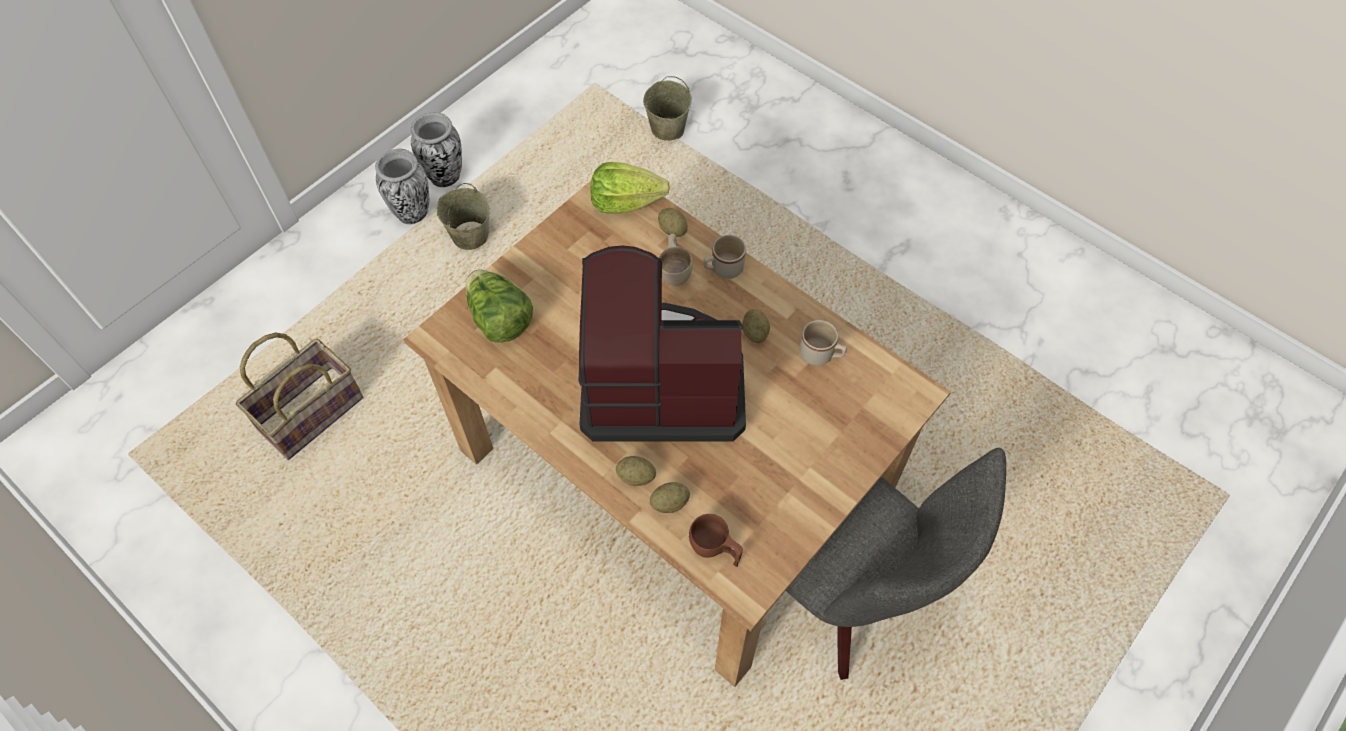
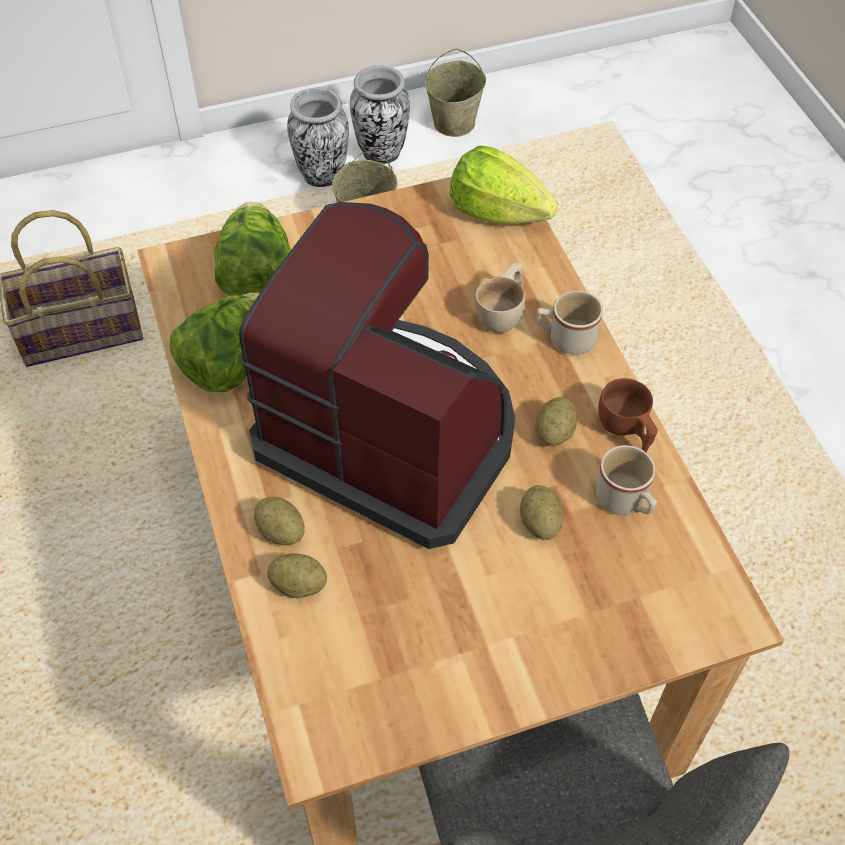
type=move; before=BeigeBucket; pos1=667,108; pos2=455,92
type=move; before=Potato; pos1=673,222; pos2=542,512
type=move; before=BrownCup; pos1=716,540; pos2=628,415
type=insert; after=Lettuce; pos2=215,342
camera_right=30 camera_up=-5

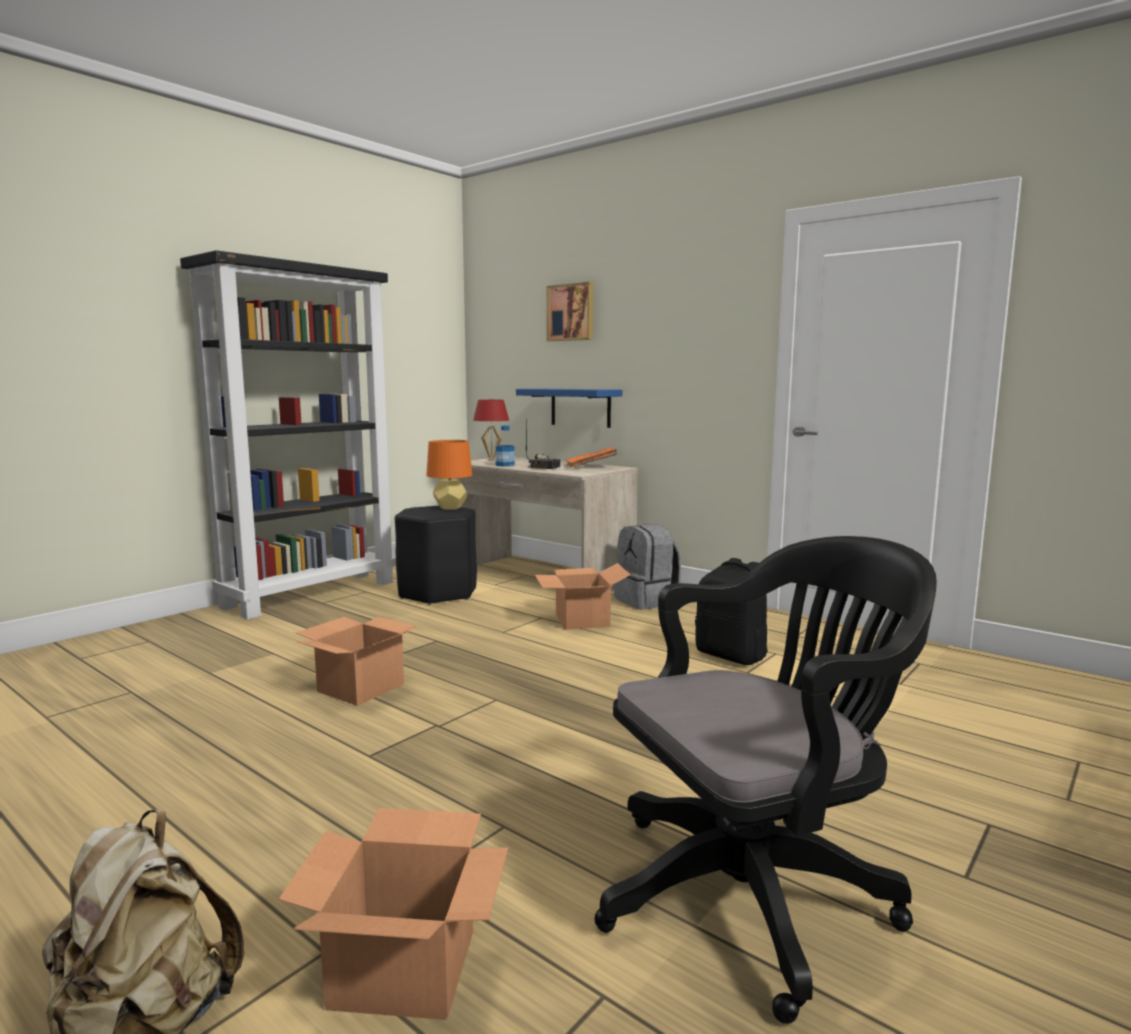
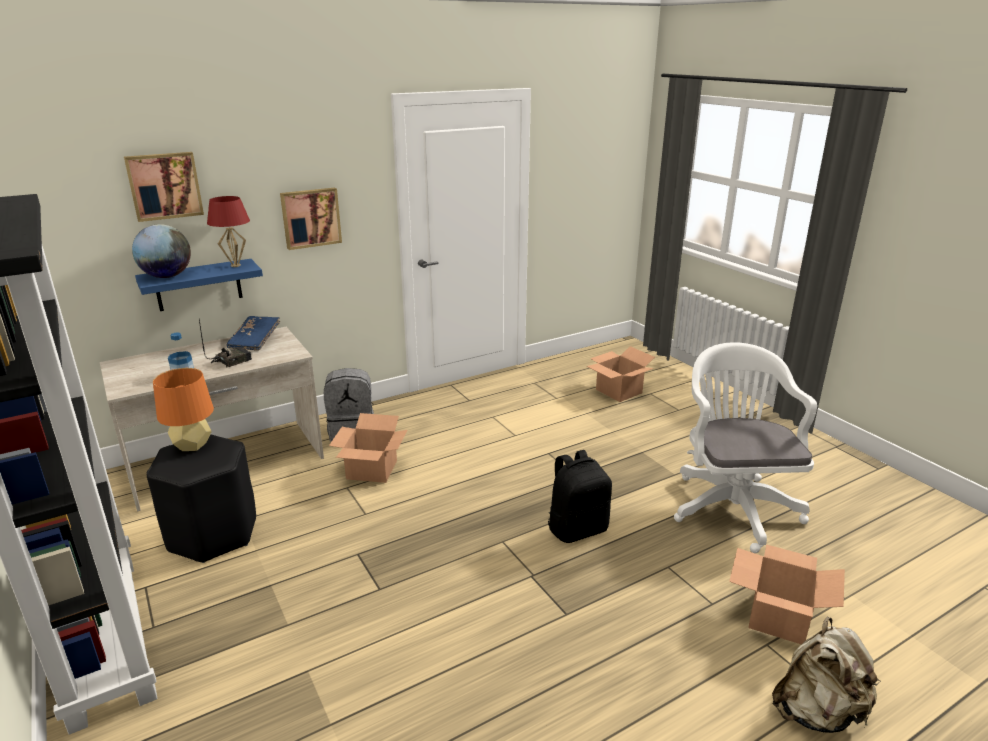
type=move; before=RedTableLamp; pos1=491,430; pos2=228,231
type=recolor; before=OrangeBook; after=BlueBook; pos1=592,457; pos2=253,333
type=recolor; before=BlackOfficeChair; after=WhiteOfficeChair; pos1=766,780; pos2=745,447
type=move; before=BlackBackpack; pos1=731,611; pos2=580,496
type=move; before=CardboardBox; pos1=357,661; pos2=621,374
type=insert; after=Picture; pos2=311,218
type=insert; after=Globe; pos2=161,251
camera_right=-70 camera_up=15

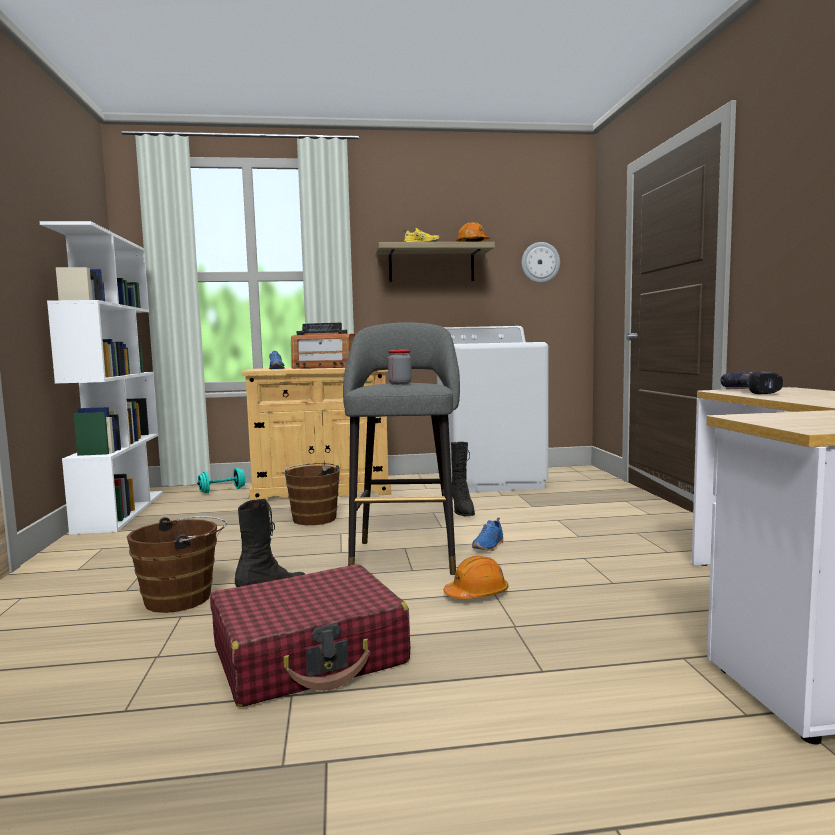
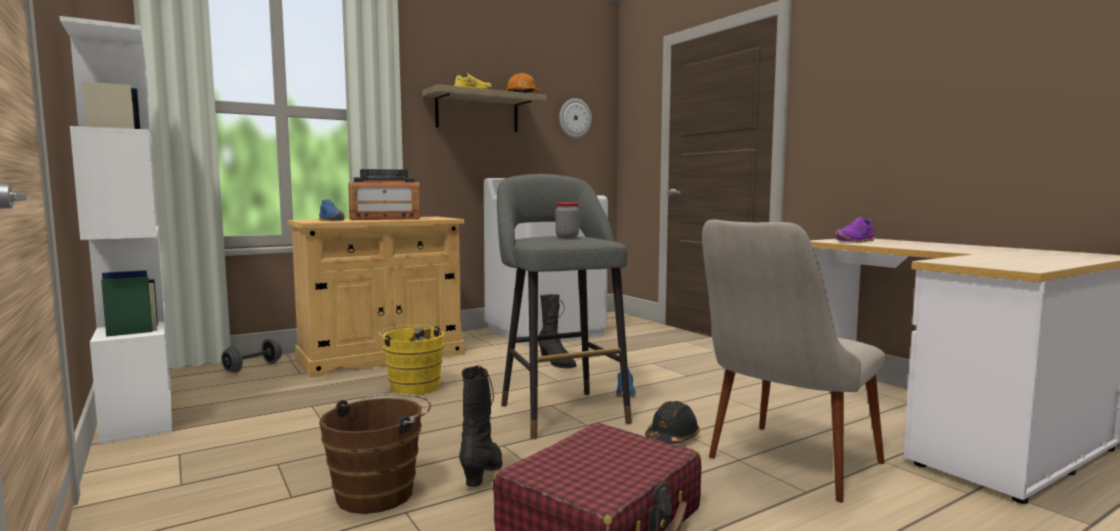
type=replace; before=PowerDrill; after=PurpleShoe; pos1=752,382; pos2=855,229
type=recolor; before=BrownBucket; after=YellowBucket; pos1=312,494; pos2=411,360
type=recolor; before=TurquoiseDumbbell; after=GreyDumbbell; pos1=221,481; pos2=251,356
type=recolor; before=OrangeHardHat; after=BlackHardHat; pos1=476,577; pos2=672,422
type=insert; after=BeigeChair; pos2=794,361
camera_right=-25 camera_up=0

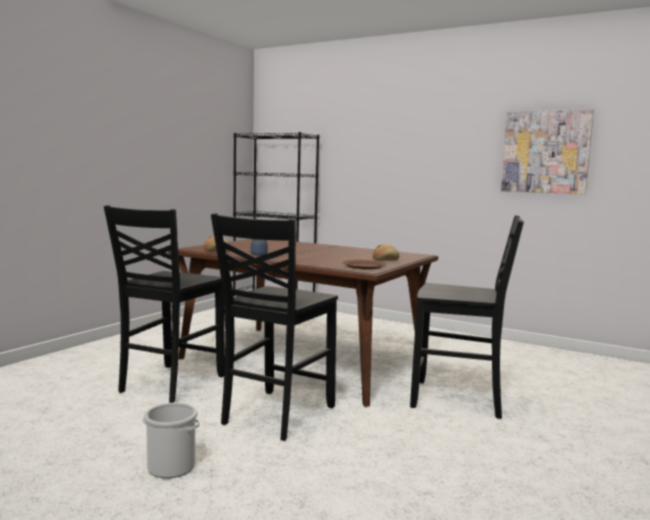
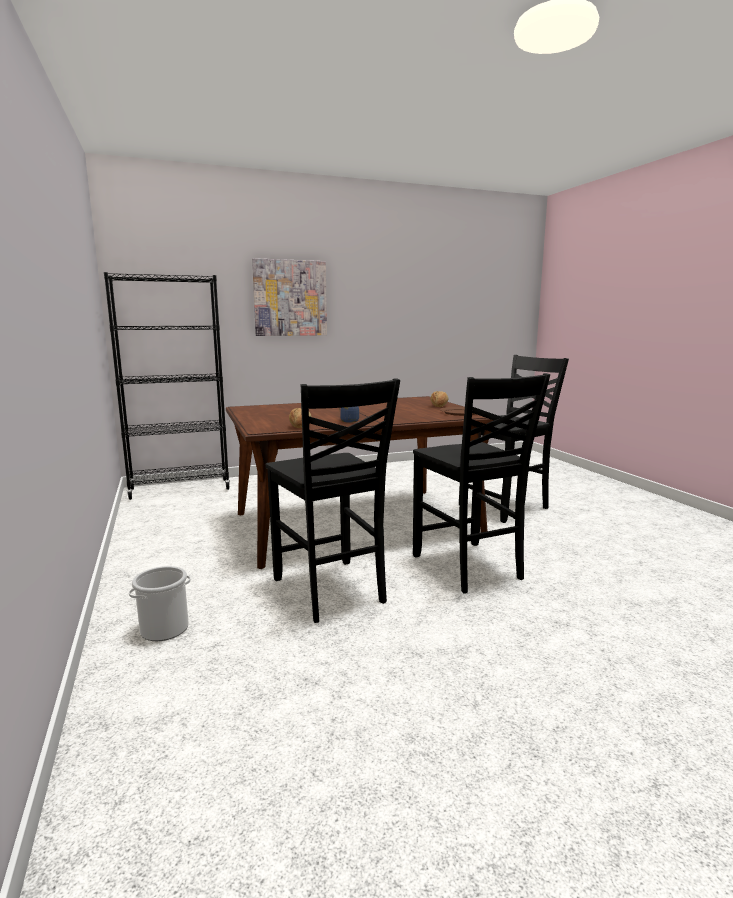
type=move; before=Picture; pos1=547,151; pos2=289,297
type=move; before=Bucket; pos1=171,440; pos2=160,603
camera_right=-50 camera_up=5

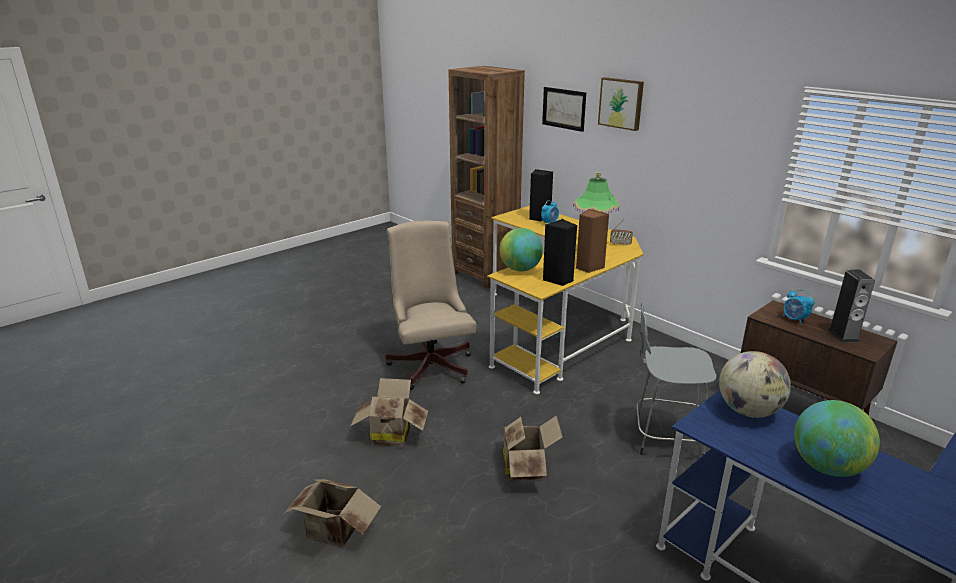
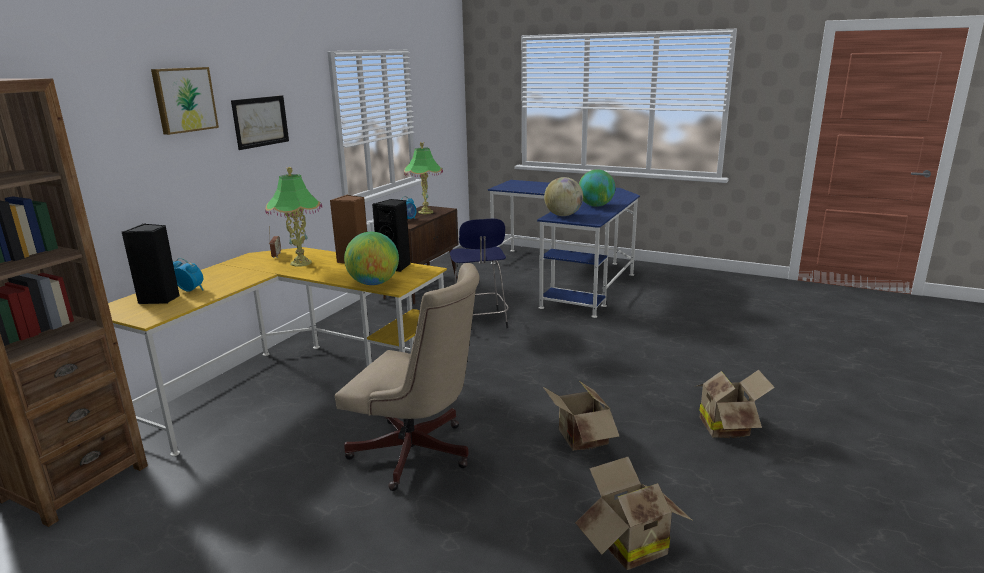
type=move; before=Picture; pos1=564,109; pos2=260,122
type=rotate; before=BeigeOfficeChair; pos1=431,305; pos2=407,377; turn=-120
type=replace; before=Speaker; after=TableLamp; pos1=851,306; pos2=423,178
type=recolor; before=GreyStool; after=BlueStool; pos1=676,379; pos2=479,273
type=move; before=CardboardBox; pos1=533,448; pos2=633,513
camera_right=-110 camera_up=-5

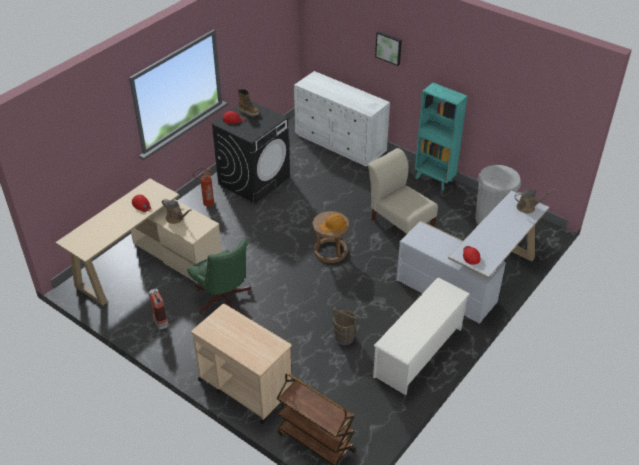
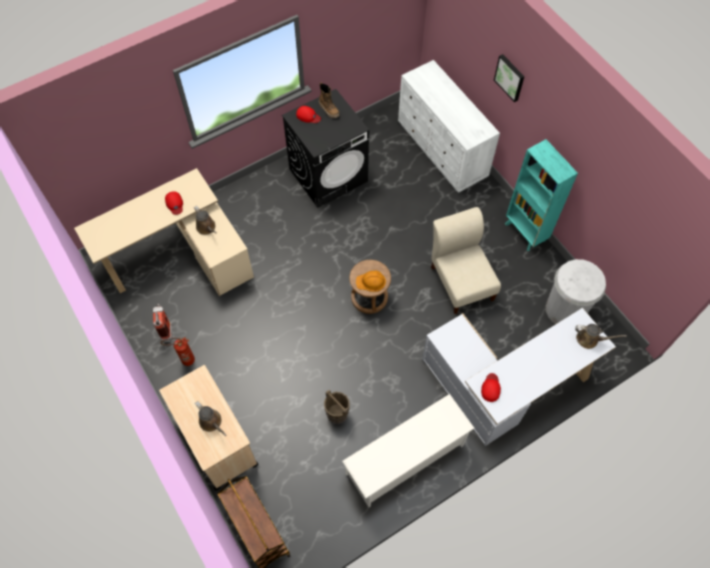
type=move; before=FireExtinguisher; pos1=203,187; pos2=178,351
type=delete; before=GreenOfficeChair; pos1=219,276
type=insert; after=BrownWateringCan; pos2=211,419
camera_right=20 camera_up=20

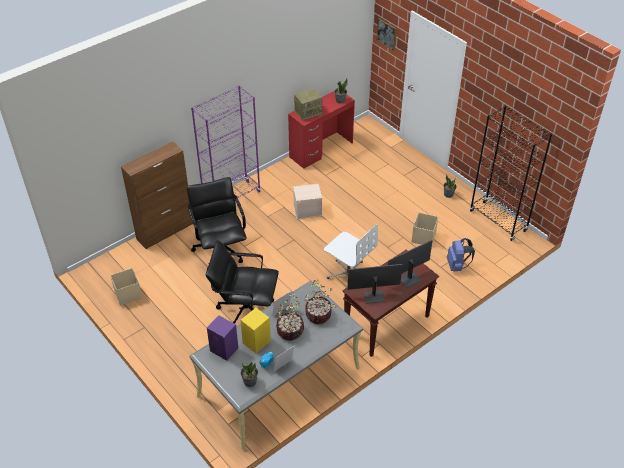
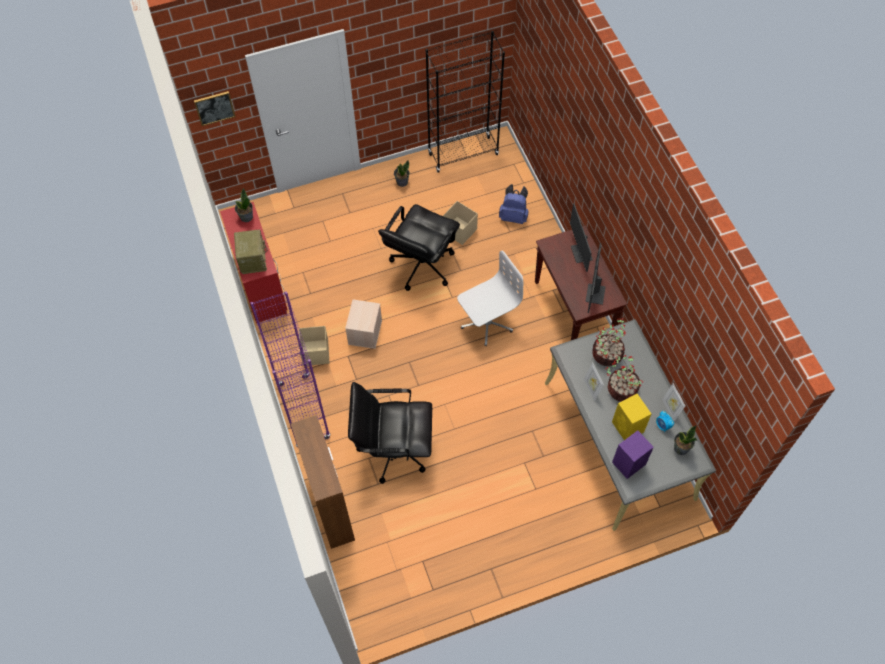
type=move; before=BlackOfficeChair; pos1=242,282; pos2=419,247
type=move; before=BeigeStorageBox; pos1=126,287; pos2=313,346
camera_right=-70 camera_up=15

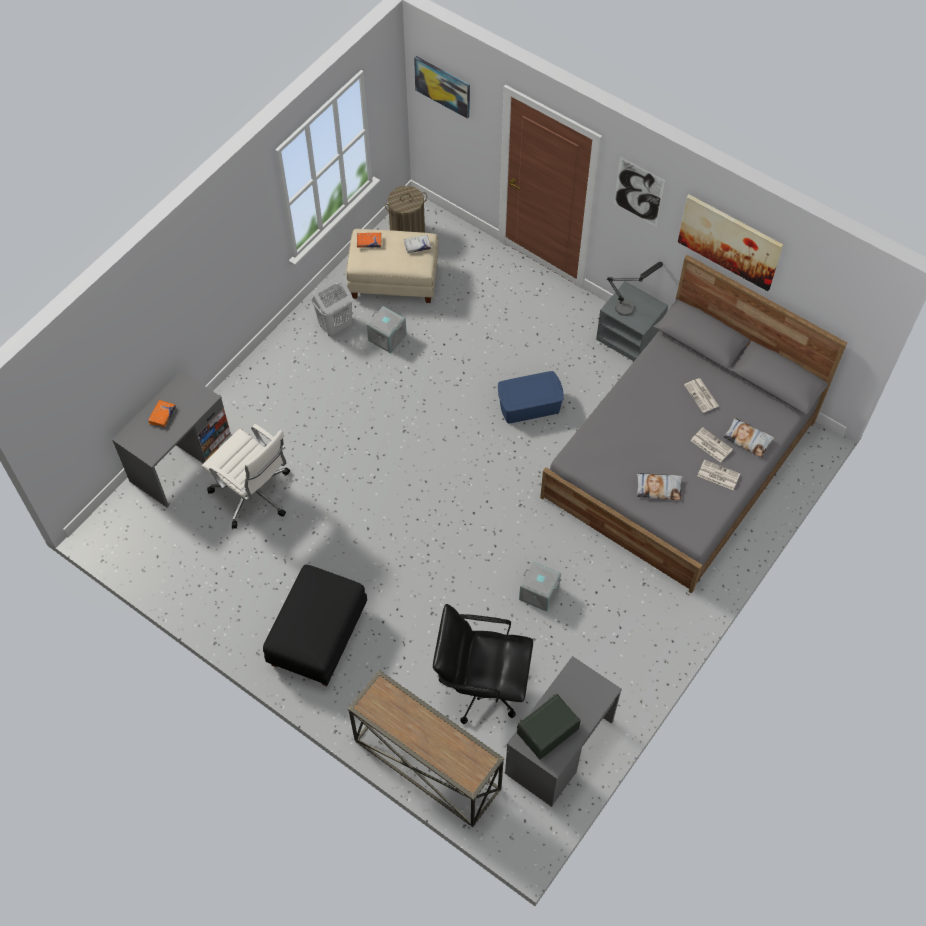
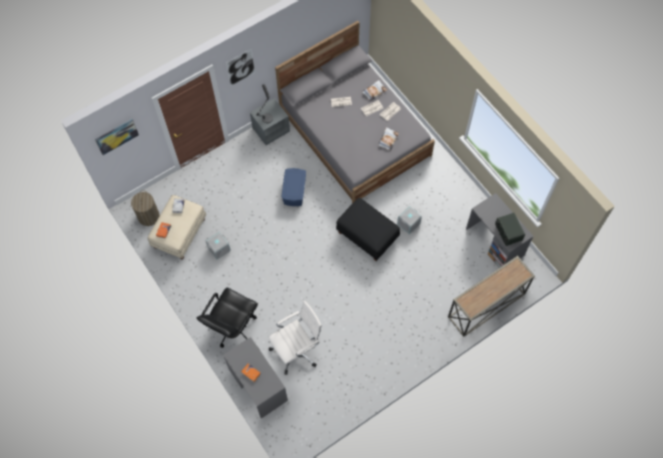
type=delete; before=Picture; pos1=730,242
type=delete; before=WhiteLaundryBasket; pos1=332,306
type=move; before=BlackOttoman; pos1=315,625; pos2=368,229
type=move; before=BlackOfficeChair; pos1=483,664; pos2=227,318
camera_right=-70 camera_up=5

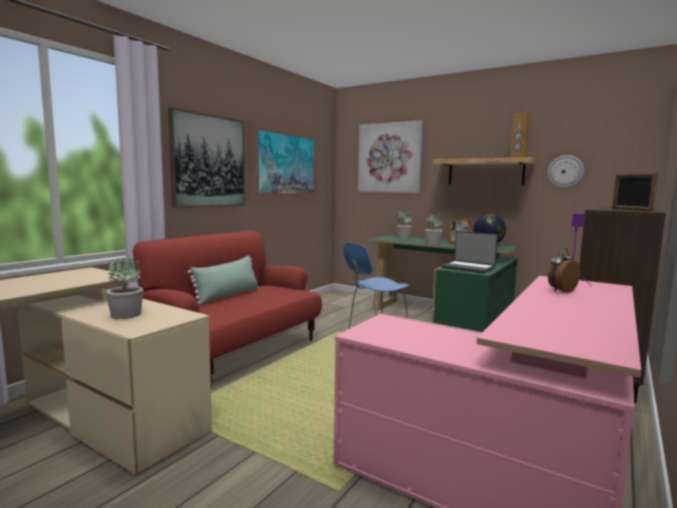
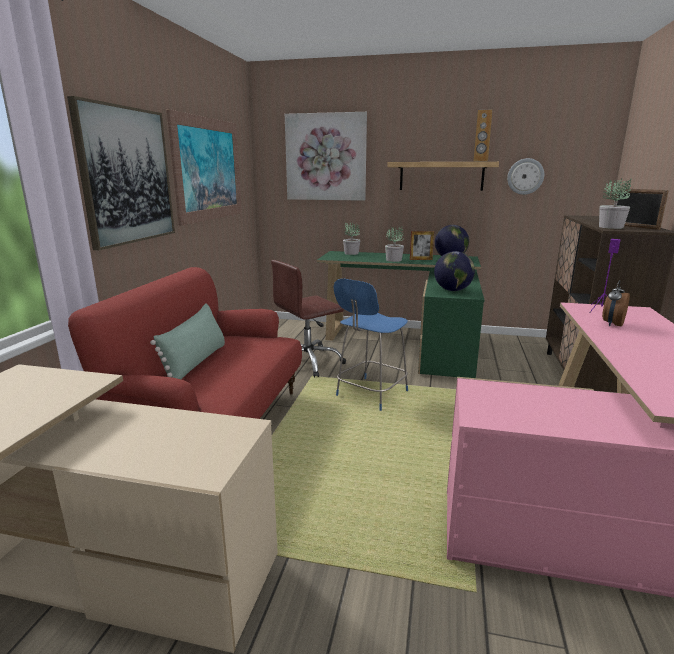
type=replace; before=Laptop; after=Globe; pos1=470,252; pos2=454,271
type=move; before=PottedPlant; pos1=124,288; pos2=615,203
type=insert; after=BrownOfficeChair; pos2=308,318
camera_right=-20 camera_up=10

